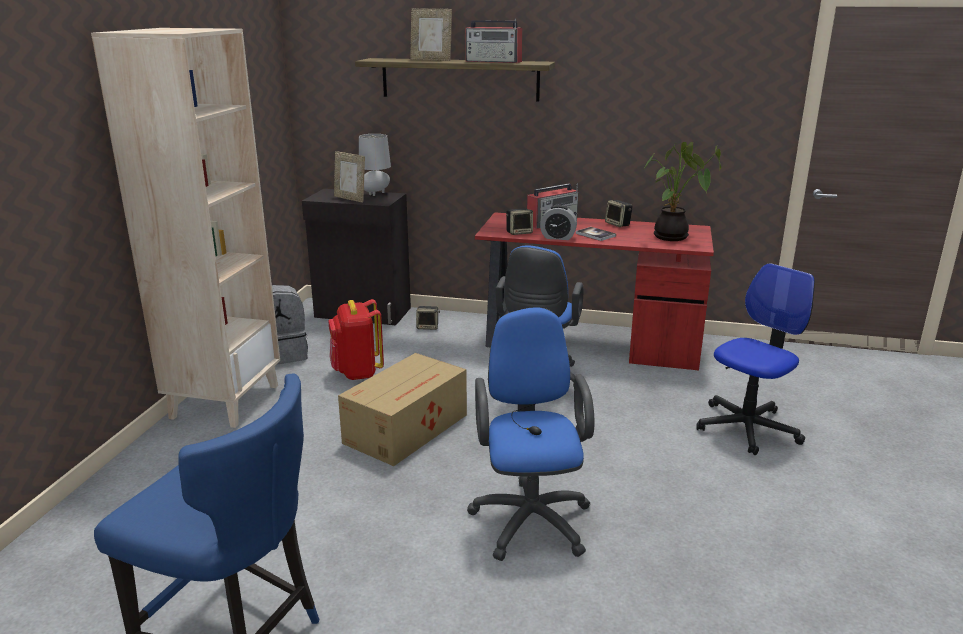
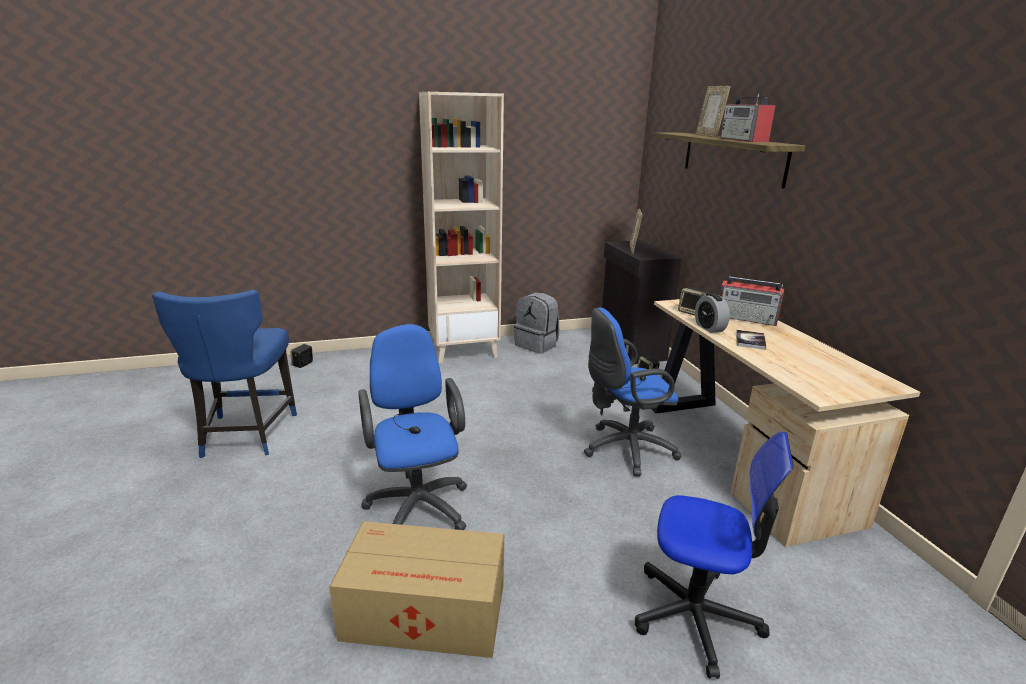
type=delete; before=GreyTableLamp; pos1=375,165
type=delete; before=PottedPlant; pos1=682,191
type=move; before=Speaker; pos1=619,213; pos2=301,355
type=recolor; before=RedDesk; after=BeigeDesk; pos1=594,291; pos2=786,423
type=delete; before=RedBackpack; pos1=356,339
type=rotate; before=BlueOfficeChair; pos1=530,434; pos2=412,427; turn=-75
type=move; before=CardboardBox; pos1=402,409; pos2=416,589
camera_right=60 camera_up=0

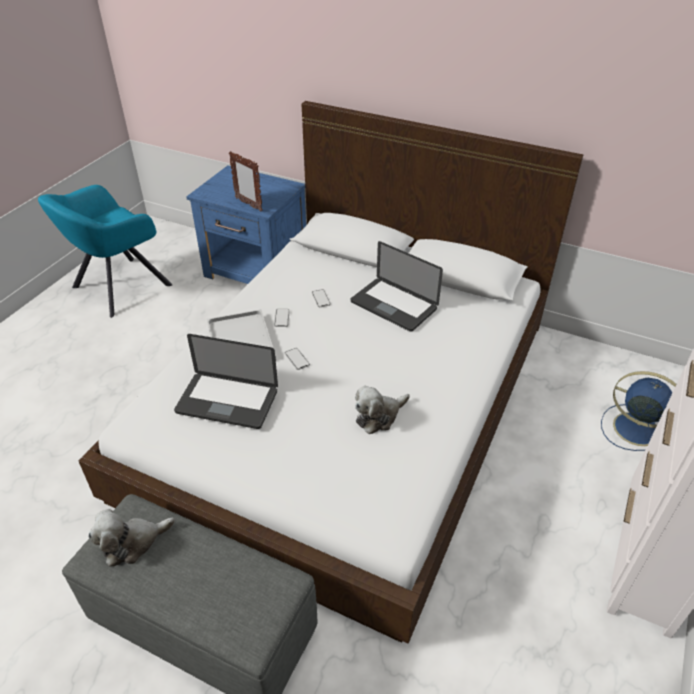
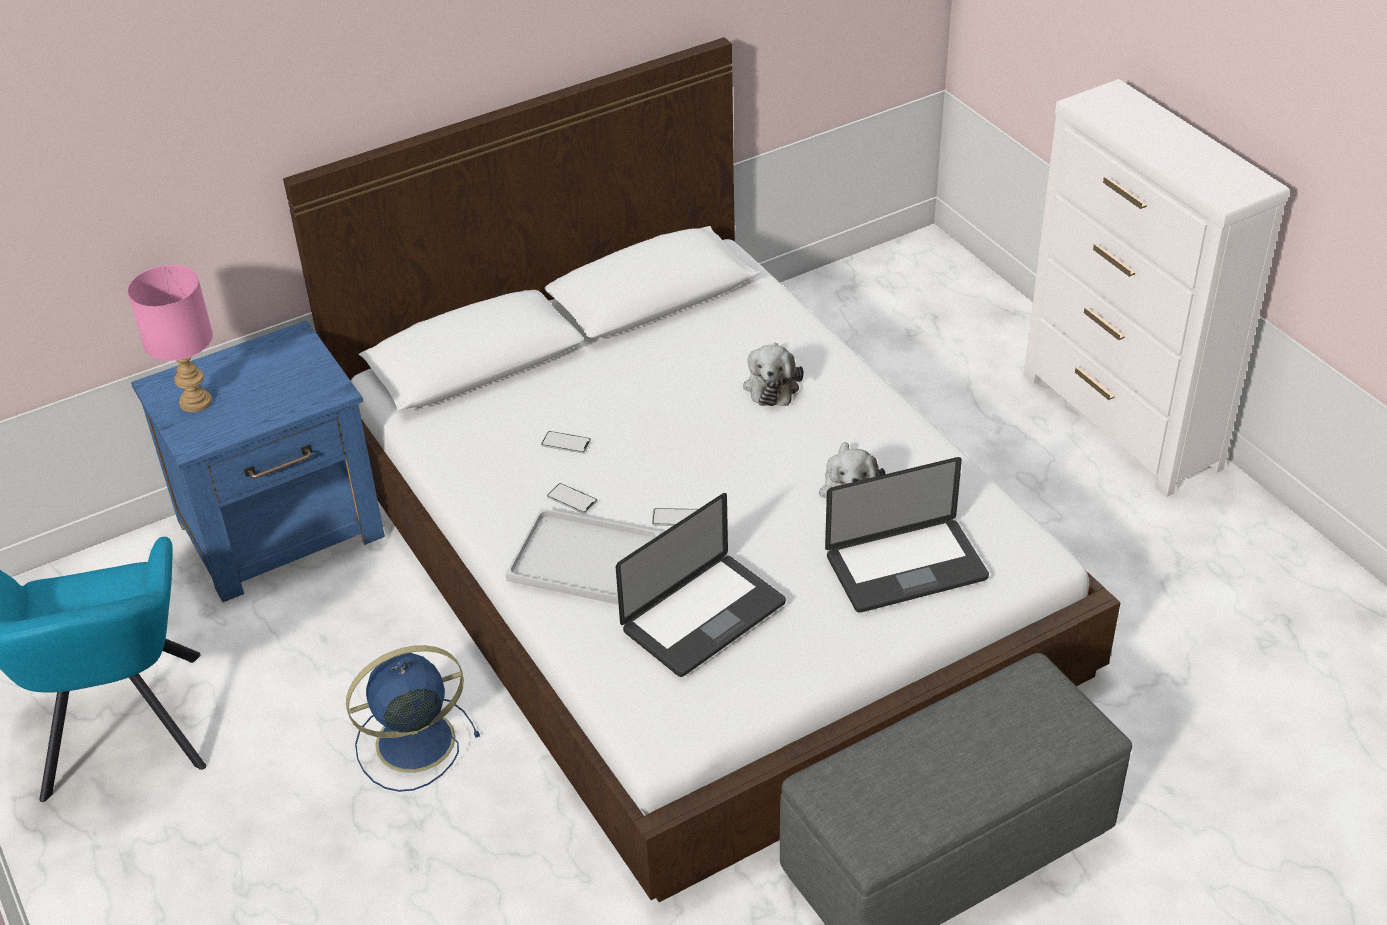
type=delete; before=PictureFrame; pos1=246,181
type=move; before=Laptop; pos1=397,286; pos2=907,535
type=move; before=BlueFan; pos1=638,411; pos2=413,718
type=move; before=PlushToy; pos1=131,538; pos2=773,374
type=insert; after=PinkTableLamp; pos2=170,339
camera_right=-55 camera_up=0

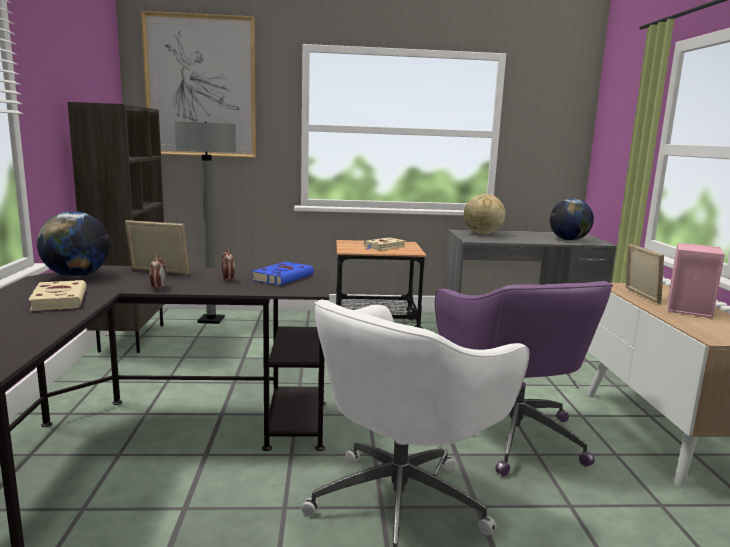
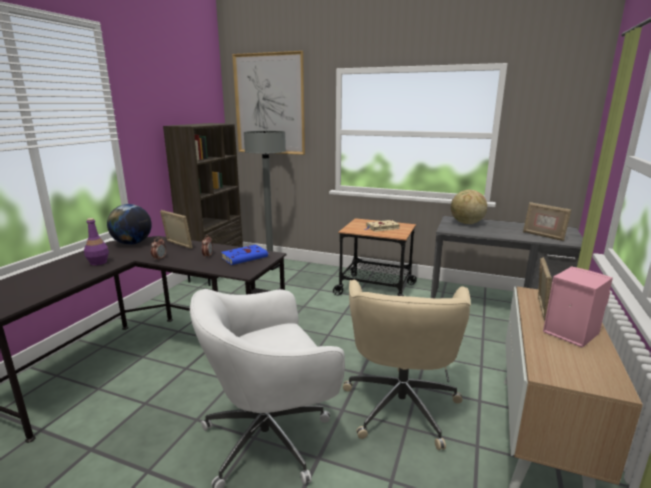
type=replace; before=Globe; after=PictureFrame; pos1=572,219; pos2=547,221
type=replace; before=BeigeBook; after=PurpleBottle; pos1=57,295; pos2=96,242
type=recolor; before=PurpleOfficeChair; after=BeigeOfficeChair; pos1=524,378; pos2=407,365
camera_right=25 camera_up=5

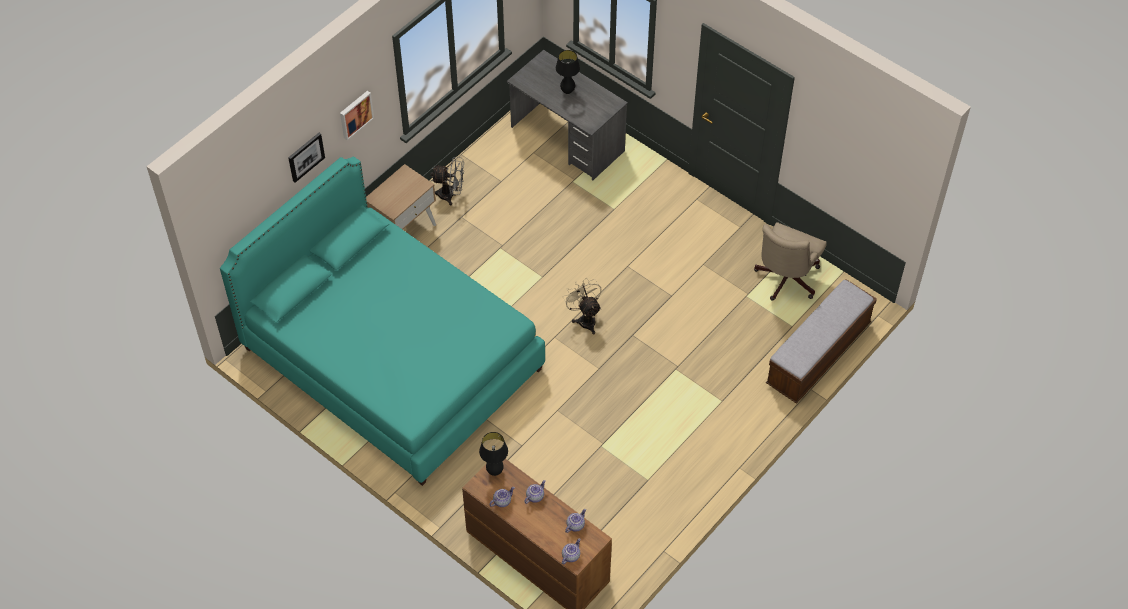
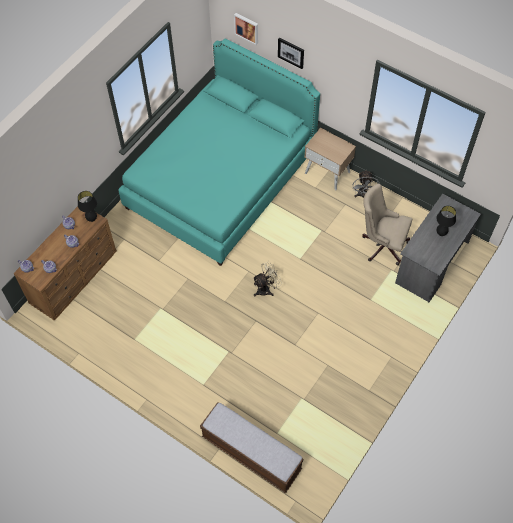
type=move; before=Picture; pos1=357,116; pos2=246,29
type=move; before=BeigeOfficeChair; pos1=790,261; pos2=387,224
camera_right=85 camera_up=5

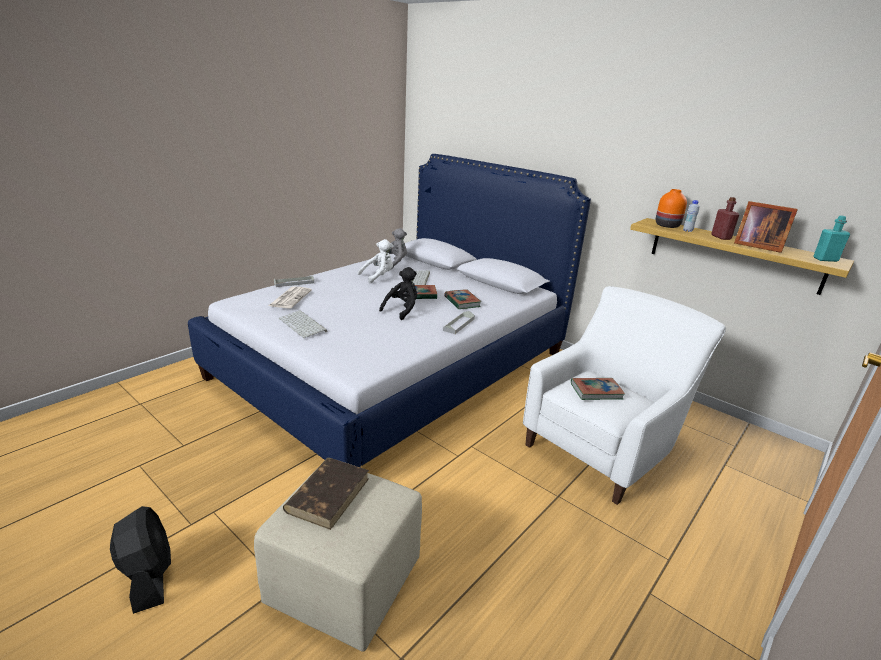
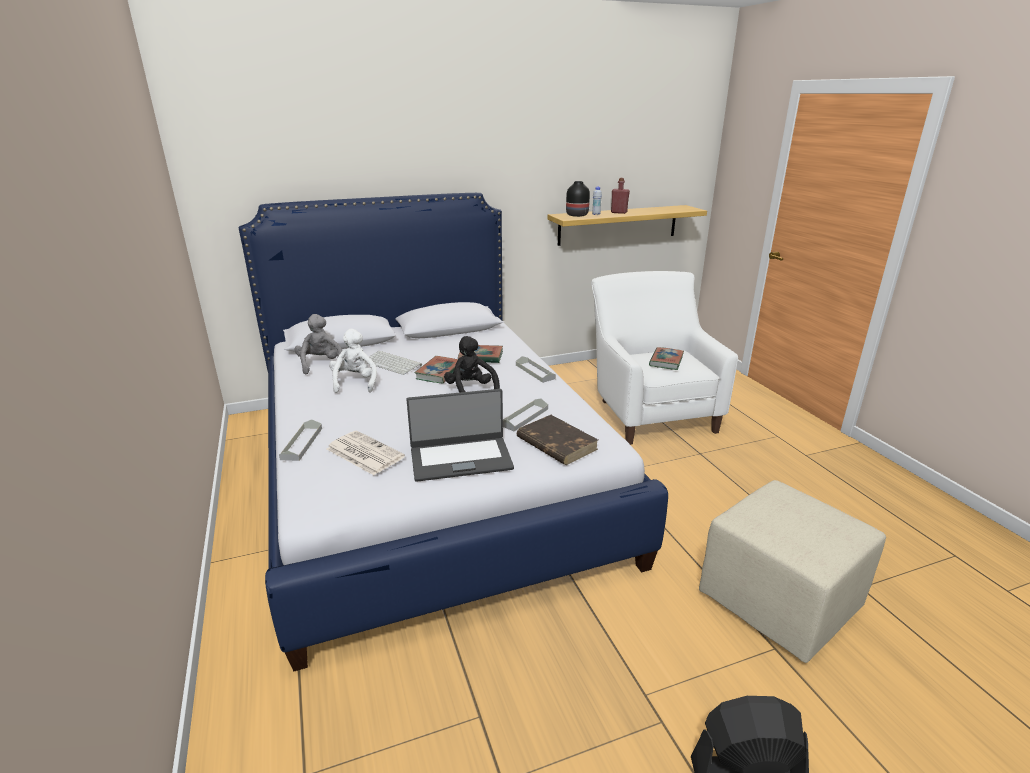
type=recolor; before=OrangeVase; after=BlackVase; pos1=671,208; pos2=578,199
type=delete; before=PictureFrame; pos1=766,227
type=delete; before=TurquoiseBottle; pos1=831,239
type=replace; before=Keyboard; after=Laptop; pos1=303,324; pos2=460,435
type=move; before=BrownBook; pos1=326,494; pos2=557,440
type=insert; after=GreyTray; pos2=525,415
camera_right=-60 camera_up=0

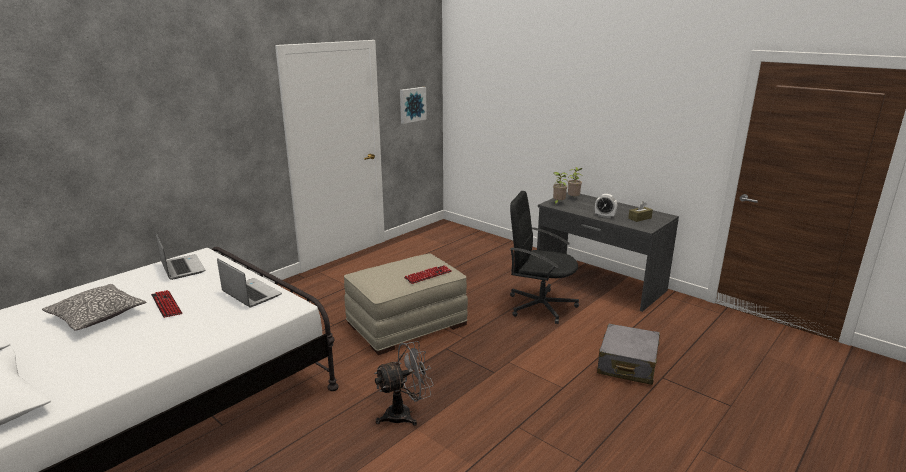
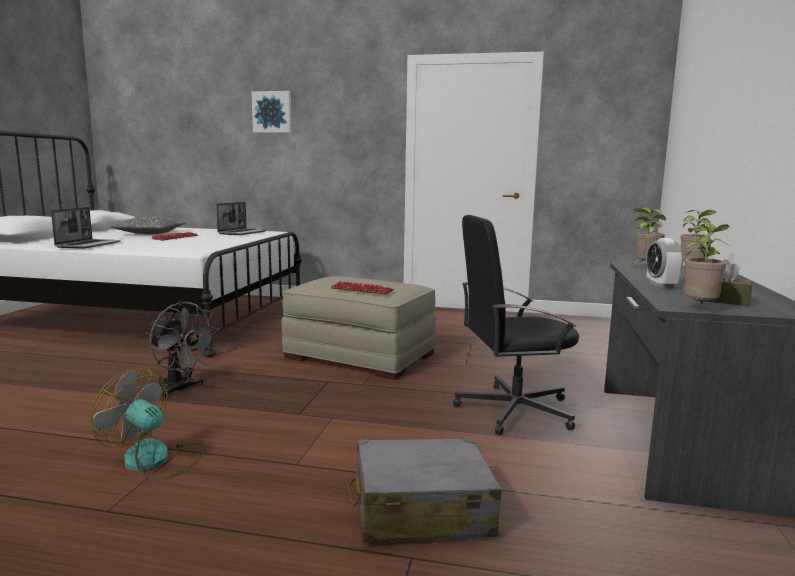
type=move; before=Picture; pos1=413,105; pos2=271,112
type=rotate; before=BlackOfficeChair; pos1=544,257; pos2=516,325; turn=-90
type=move; before=Laptop; pos1=249,282; pos2=86,228
type=insert; after=PottedPlant; pos2=707,264
type=insert; after=Fan; pos2=147,423
camera_right=60 camera_up=-10

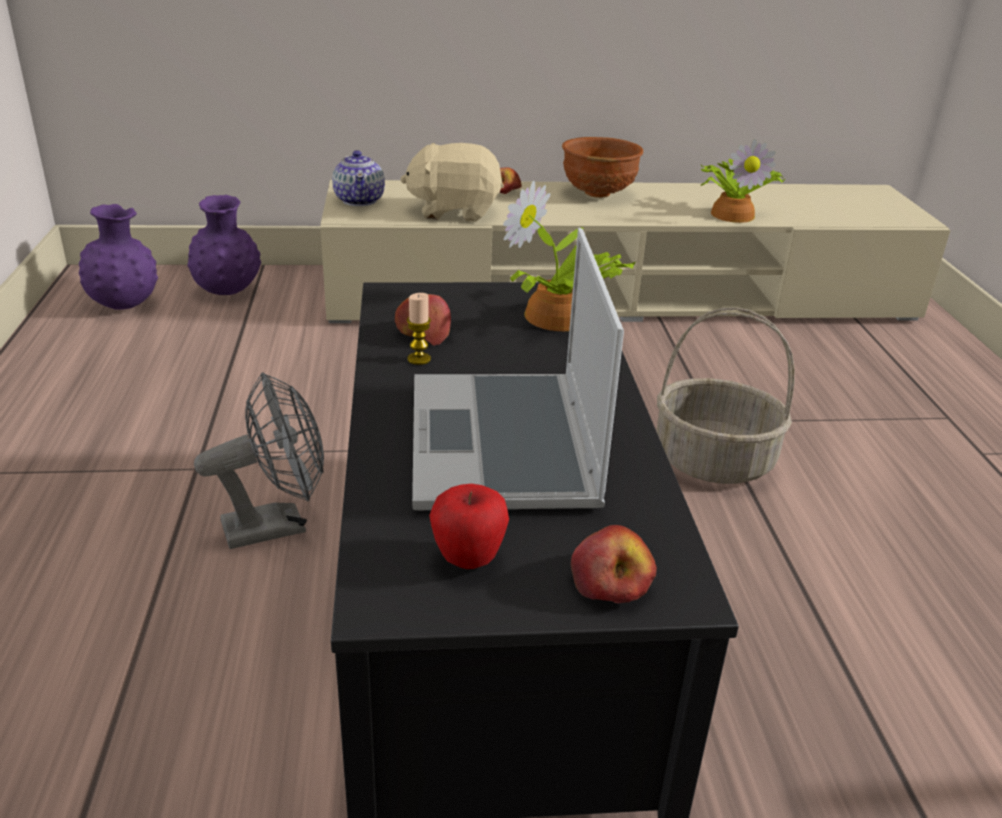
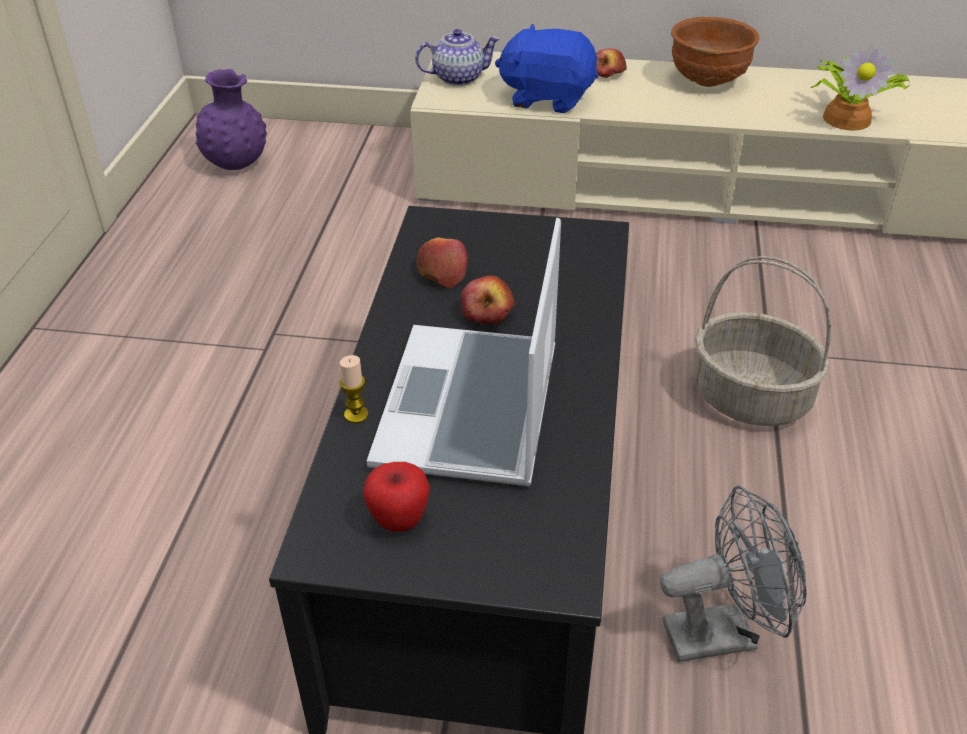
type=recolor; before=BeigePlushToy; after=BluePlushToy; pos1=452,182; pos2=546,68
type=rotate; before=Teapot; pos1=358,178; pos2=458,57; turn=-105
type=delete; before=PottedPlant; pos1=569,256
type=delete; before=PurpleVase; pos1=224,245
type=move; before=Candle; pos1=419,329; pos2=354,389
type=move; before=GreyFan; pos1=259,460; pos2=733,573
type=move; before=Apple; pos1=614,564; pos2=487,299
camera_right=15 camera_up=10

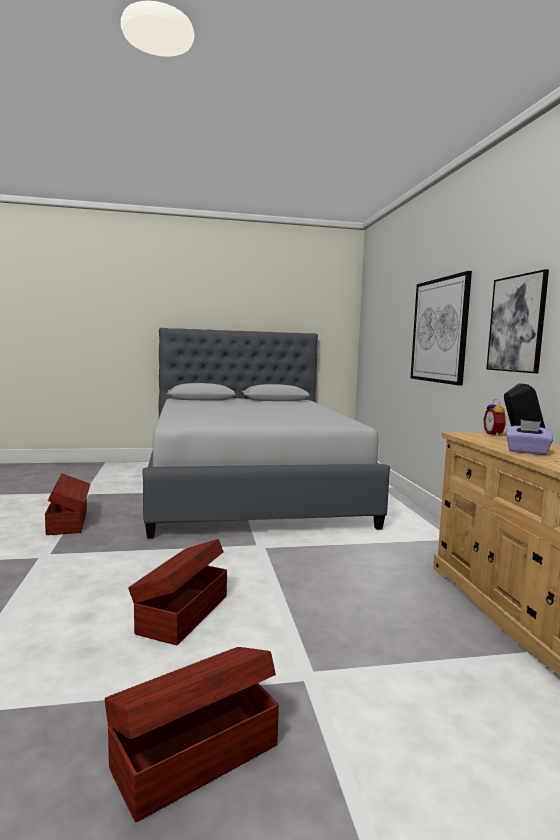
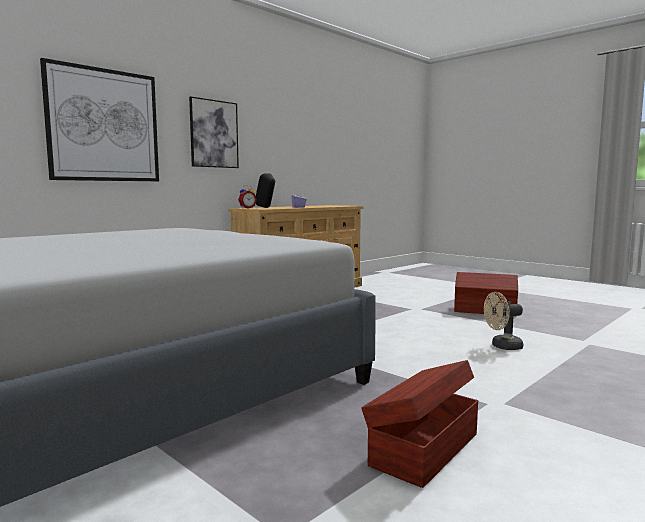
type=delete; before=BrownStorageBox; pos1=177,592
type=insert; after=BeigeFan; pos2=503,321
camera_right=-125 camera_up=0

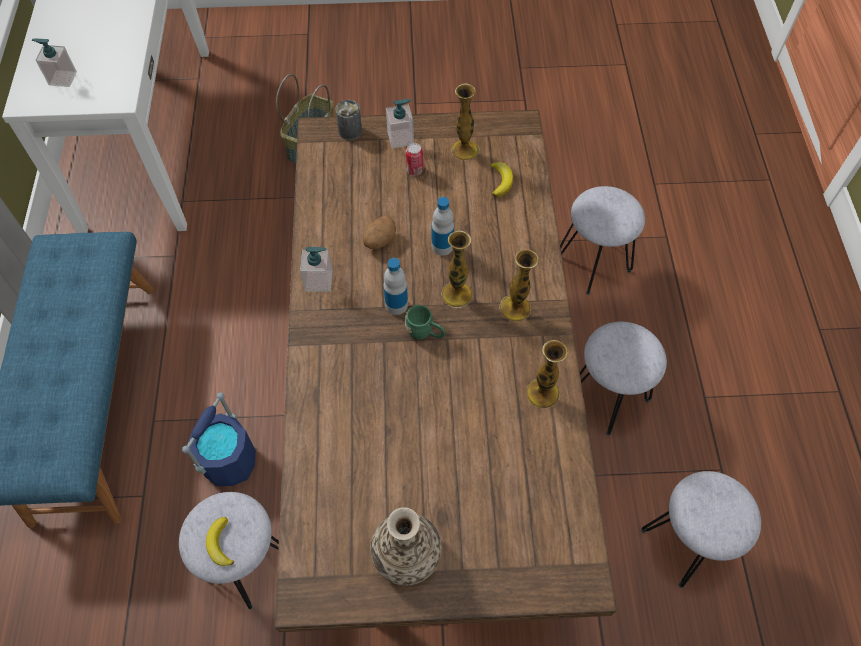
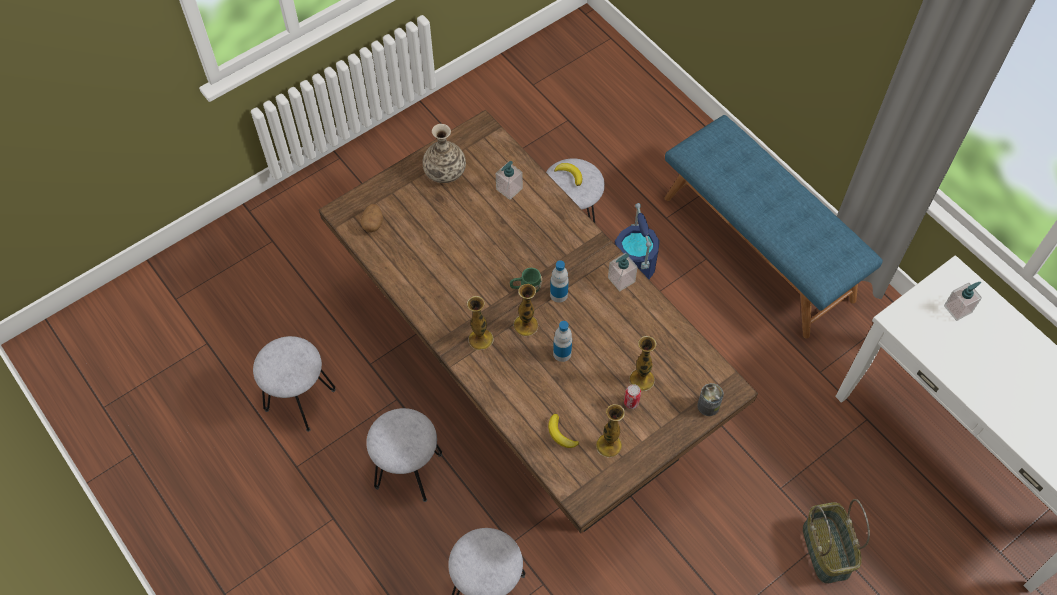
type=move; before=SoapDispenser; pos1=400,123; pos2=509,180
type=move; before=Potato; pos1=380,232; pos2=372,218
type=move; before=Vase; pos1=547,374; pos2=643,363
camera_right=145 camera_up=0

